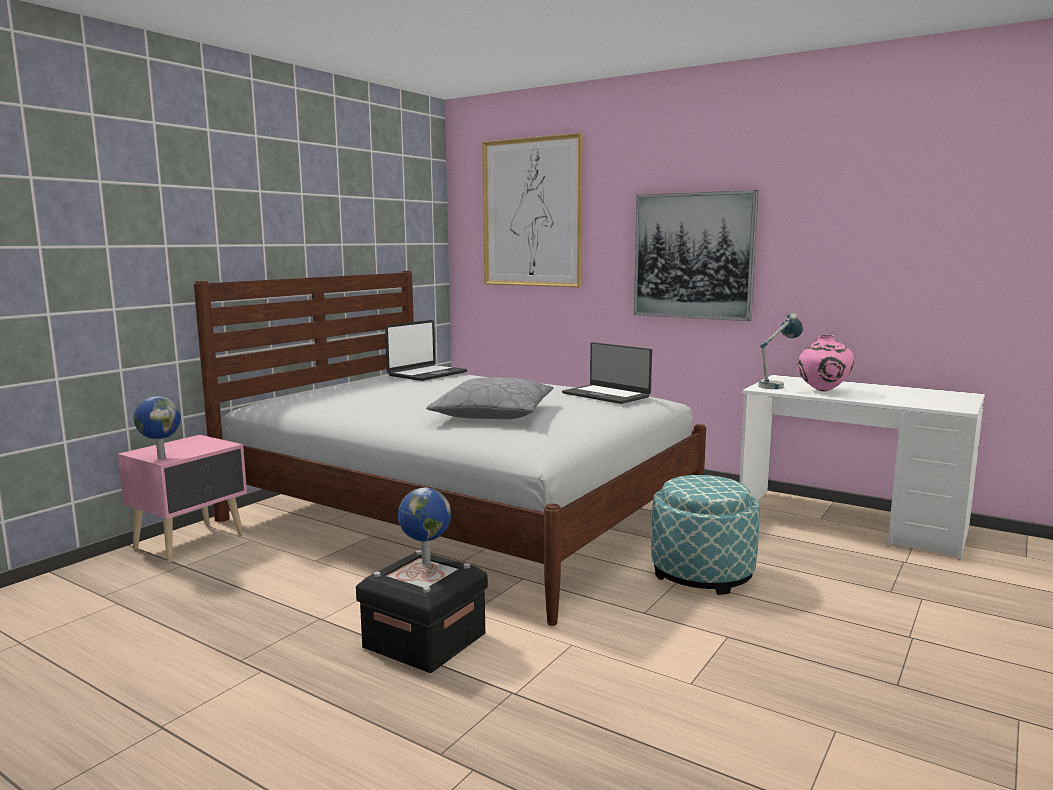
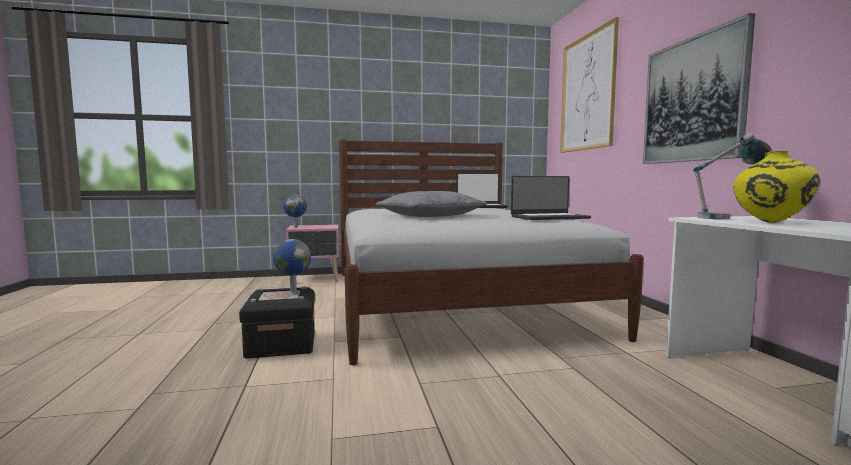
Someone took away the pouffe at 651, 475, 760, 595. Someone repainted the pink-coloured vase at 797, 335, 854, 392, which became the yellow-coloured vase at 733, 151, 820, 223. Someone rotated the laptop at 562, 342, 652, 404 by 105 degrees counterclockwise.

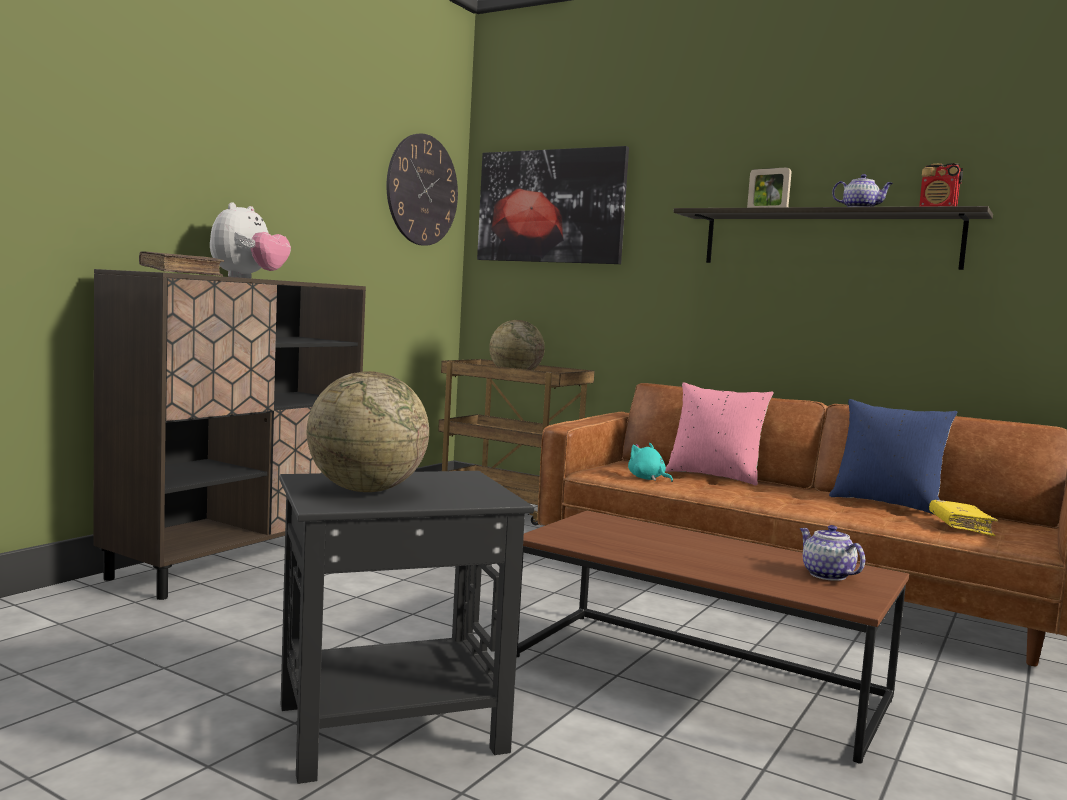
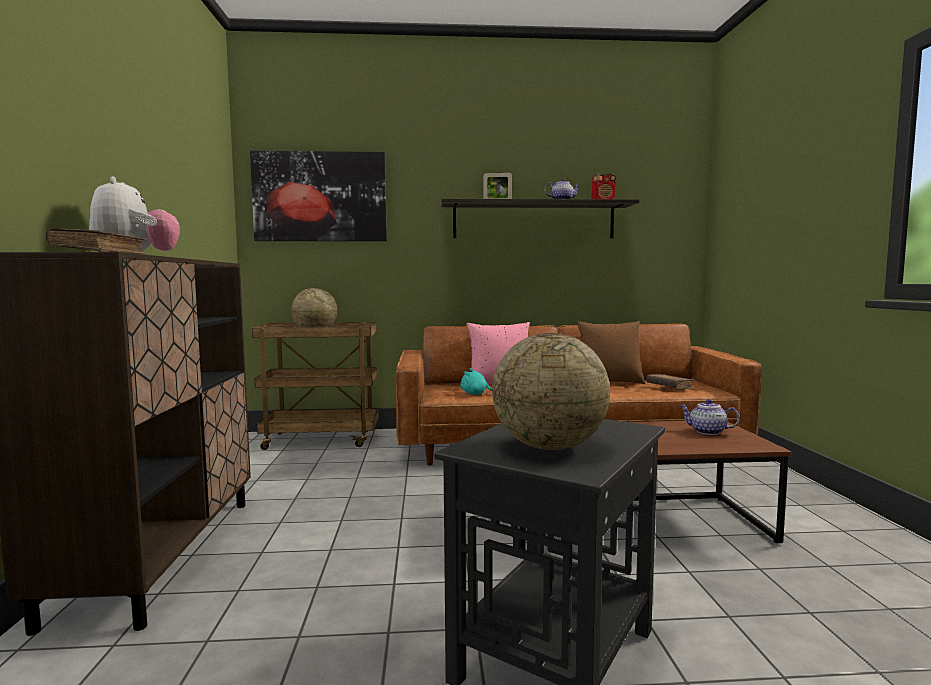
Someone took away the hanging clock at 386, 134, 458, 246. Someone repainted the bluish cushion at 829, 399, 957, 515, which became the brown cushion at 576, 321, 645, 384. Someone repainted the yellow-coloured book at 929, 500, 998, 536, which became the brown book at 646, 374, 695, 390.

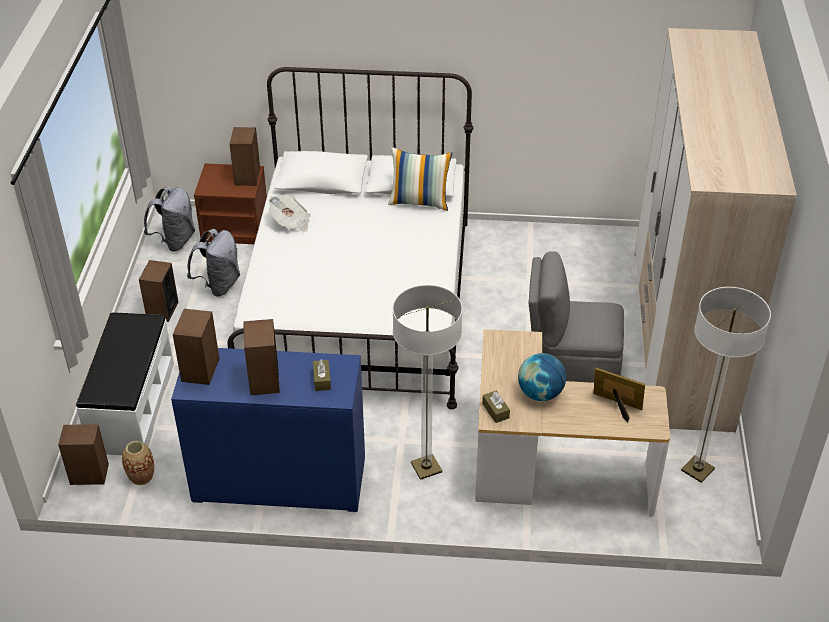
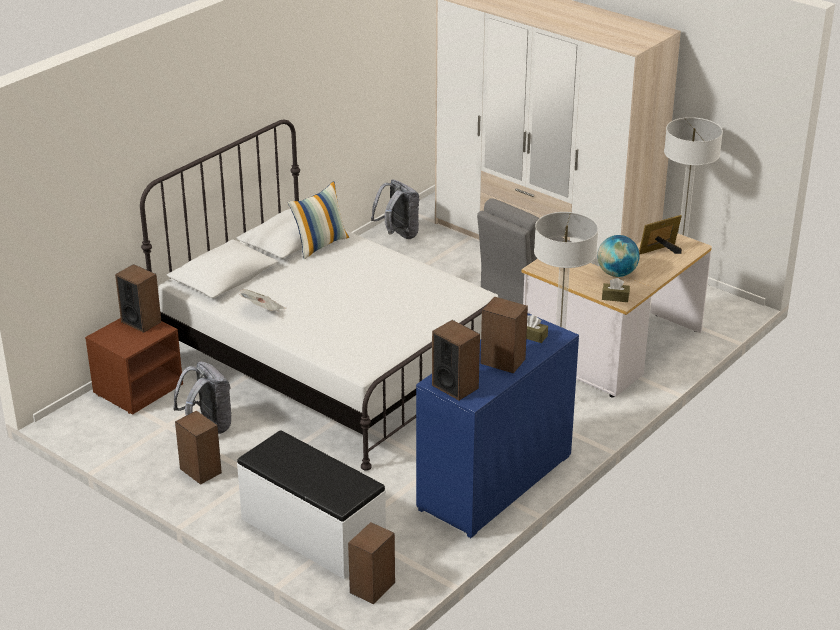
Someone took away the vase at 122, 441, 154, 485. Someone carried the gray rucksack from 144, 186, 195, 251 to 371, 180, 419, 239.

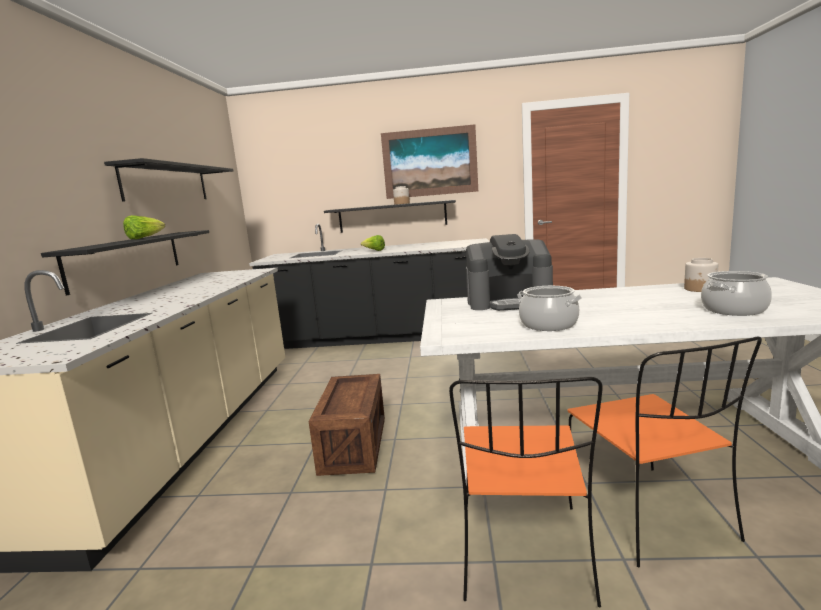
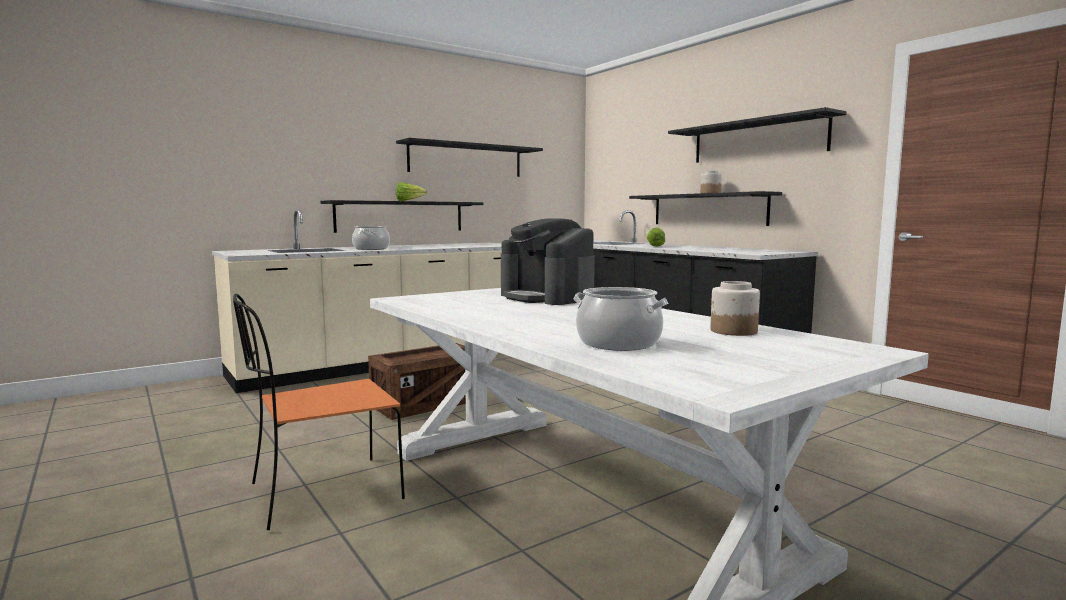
Someone took away the orangey plain chair at 567, 336, 762, 567. Someone carried the stockpot from 517, 286, 582, 331 to 352, 226, 390, 250. Someone swapped the wall picture at 381, 124, 478, 199 for the black shelf at 668, 107, 847, 163.

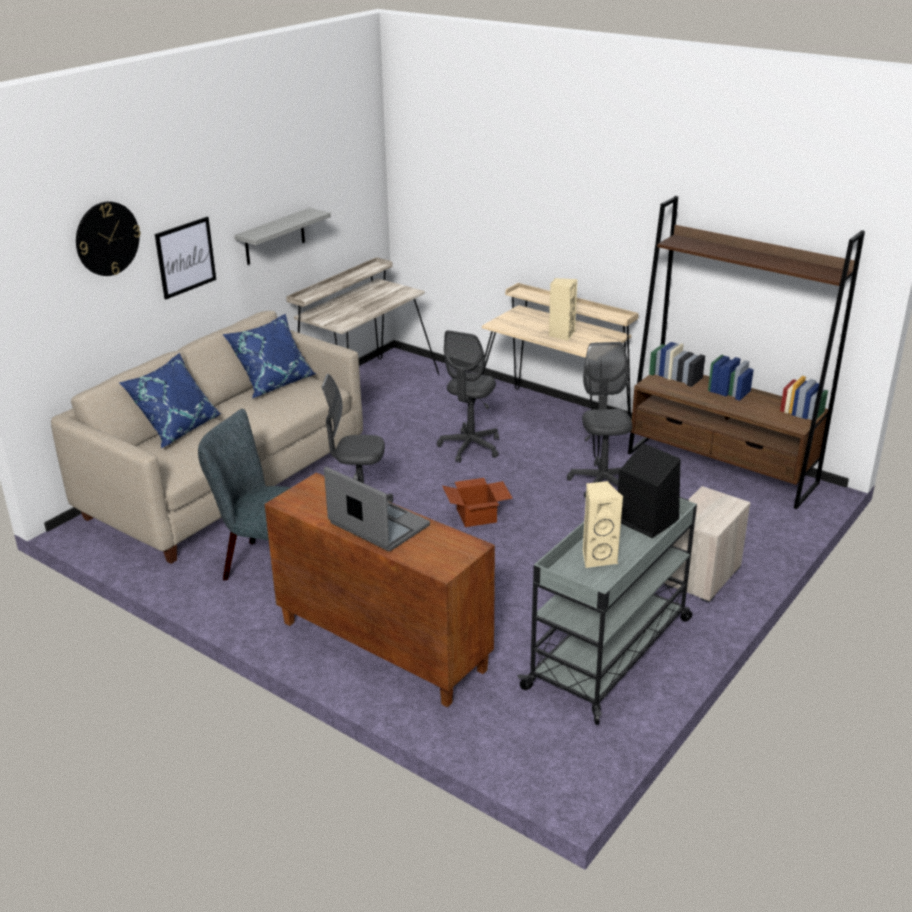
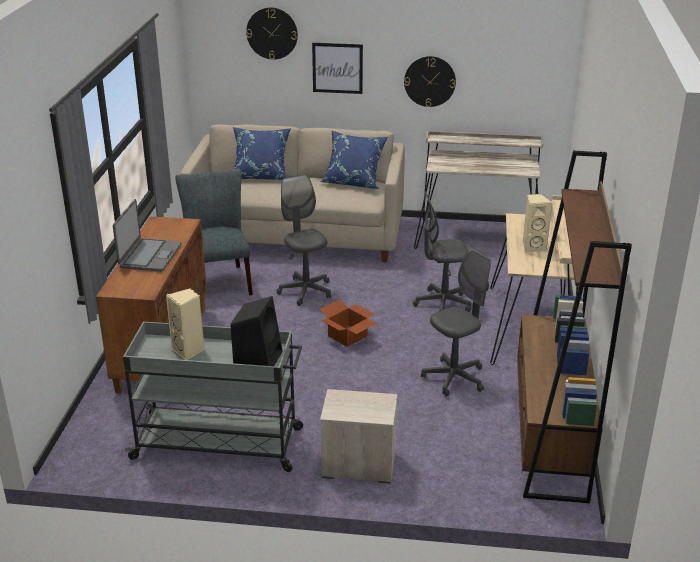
Someone swapped the gray shelf at 234, 208, 331, 265 for the hanging clock at 404, 56, 456, 107.

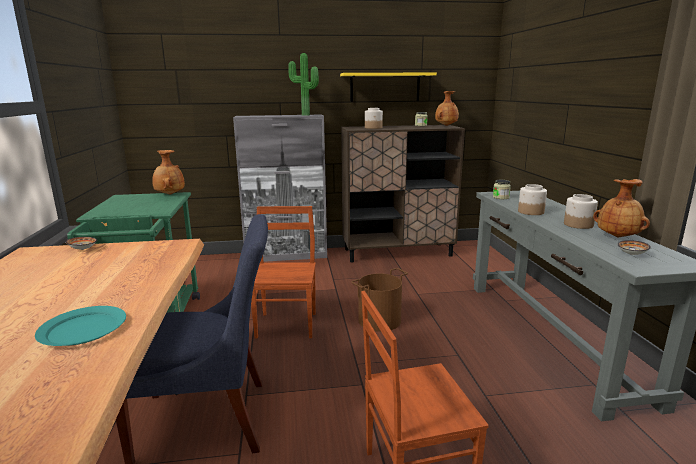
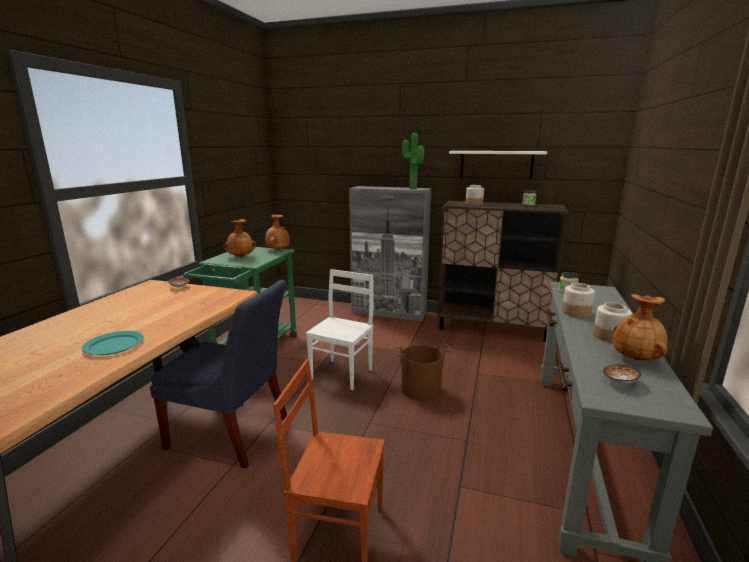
Someone carried the brown vase from 435, 91, 459, 126 to 223, 219, 256, 257. Someone repainted the brown plain chair at 251, 206, 316, 339, which became the whitish plain chair at 306, 269, 374, 390. Someone repainted the yellow-coloured shelf at 340, 73, 437, 102, which became the whitish shelf at 449, 151, 547, 179.

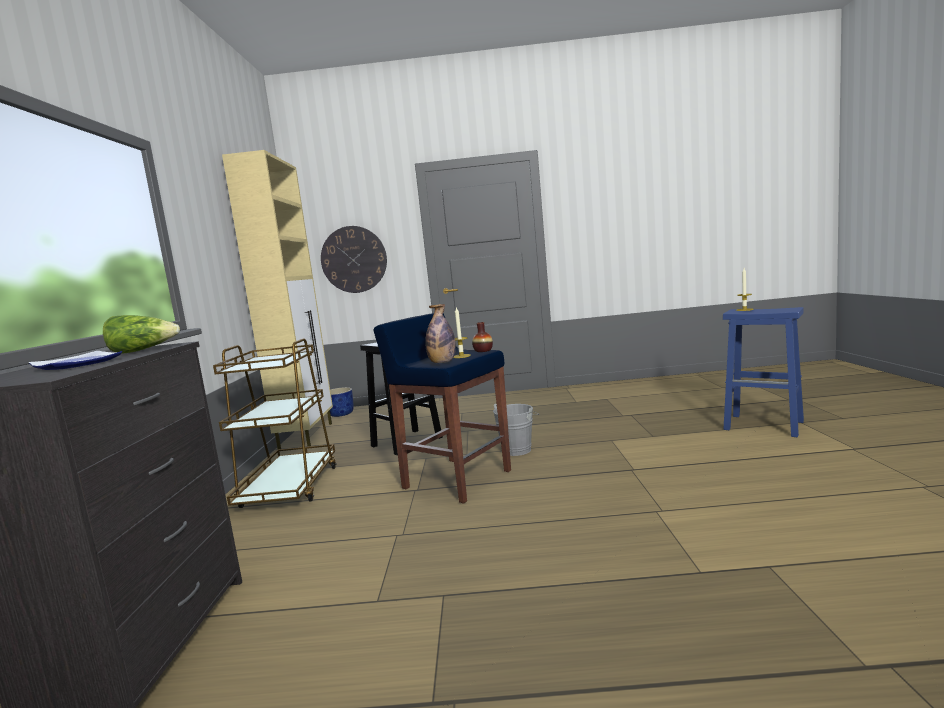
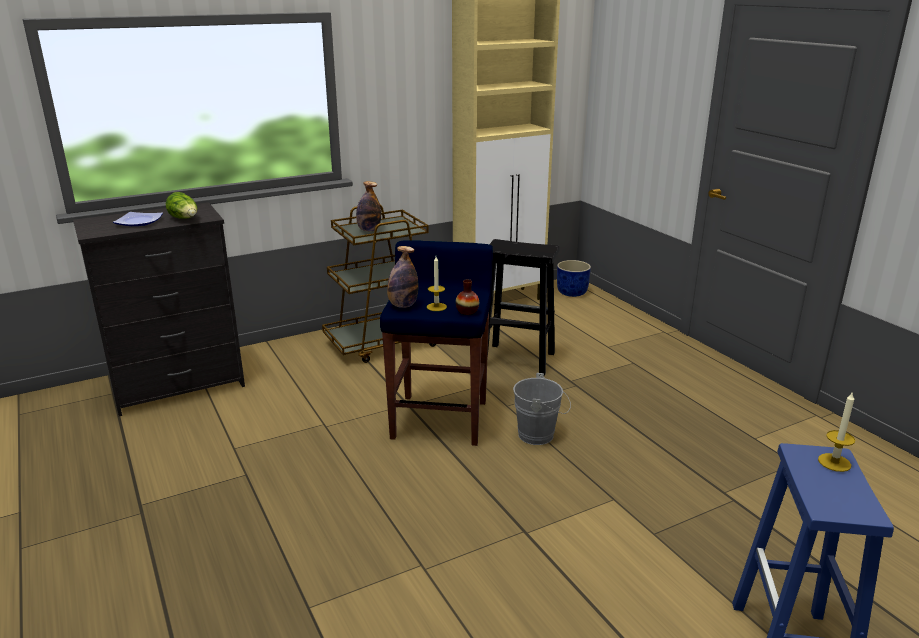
Someone took away the hanging clock at 321, 226, 387, 293. Someone put down the bottle at 356, 181, 381, 231.

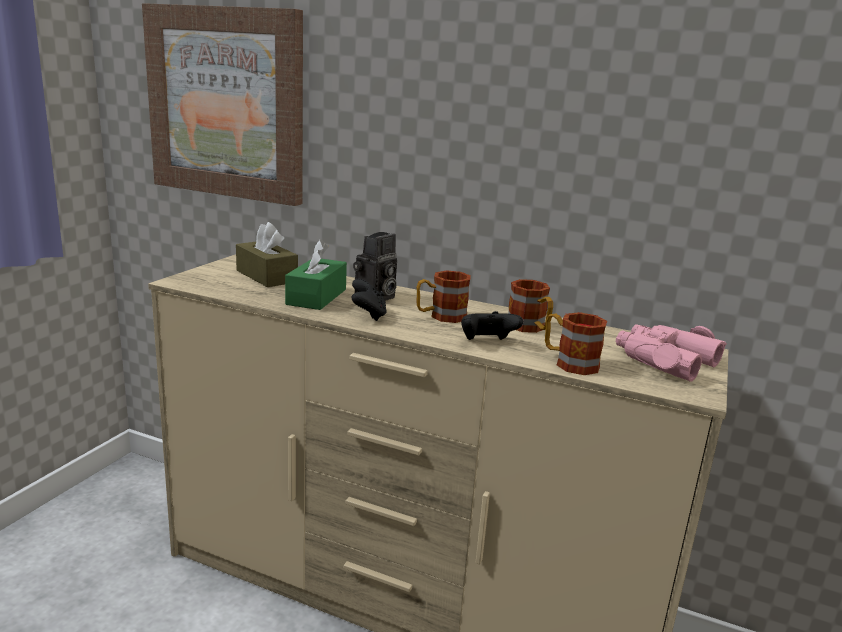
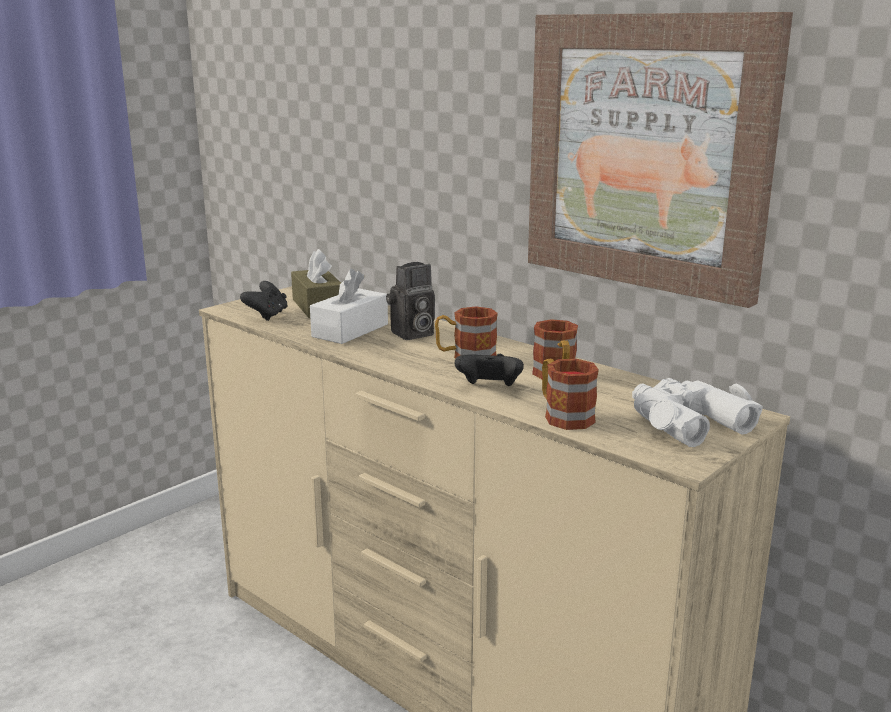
Someone carried the wall picture from 142, 3, 303, 206 to 528, 12, 793, 308. Someone carried the black gamepad from 351, 279, 387, 321 to 240, 281, 288, 321. Someone repainted the green tissue box at 285, 239, 347, 310, which became the whitish tissue box at 310, 269, 388, 344. Someone repainted the pink-coloured binoculars at 616, 324, 727, 381, which became the whitish binoculars at 632, 378, 763, 447.

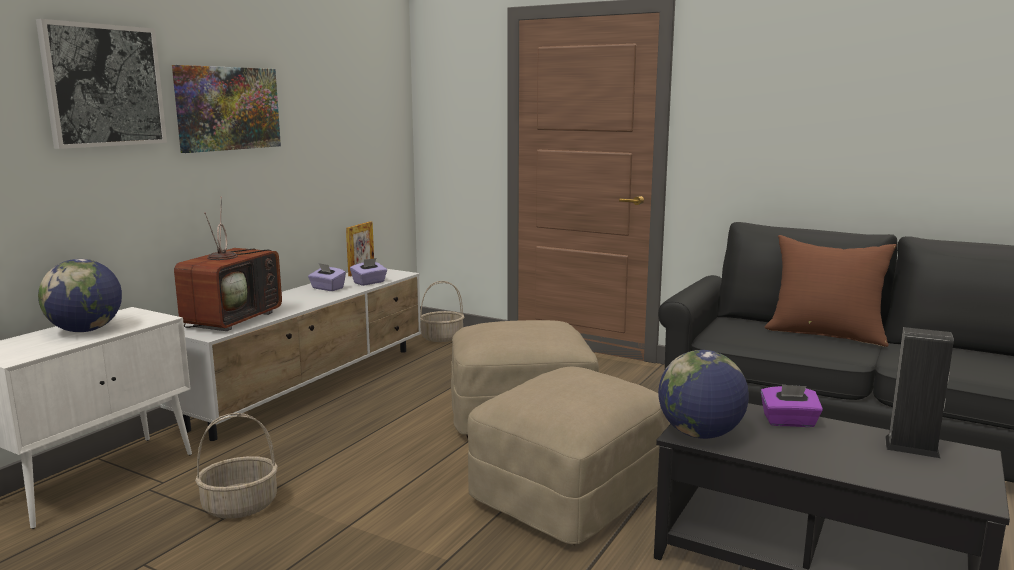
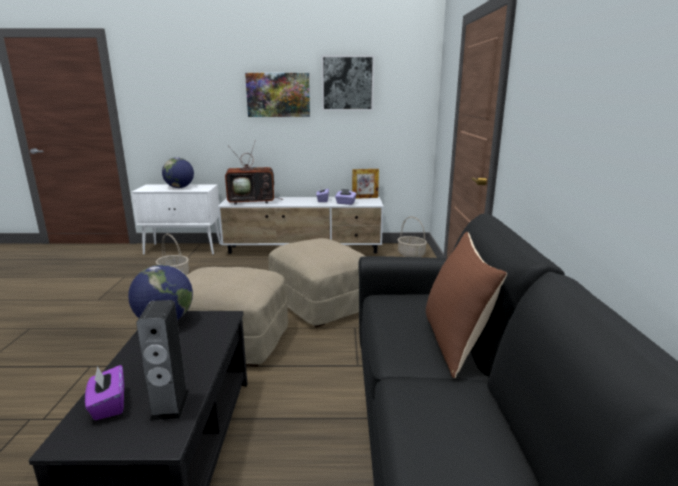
Someone carried the wall picture from 36, 19, 167, 149 to 321, 55, 375, 111. Someone carried the purple-coloured tissue box from 761, 384, 823, 427 to 85, 365, 124, 420.

